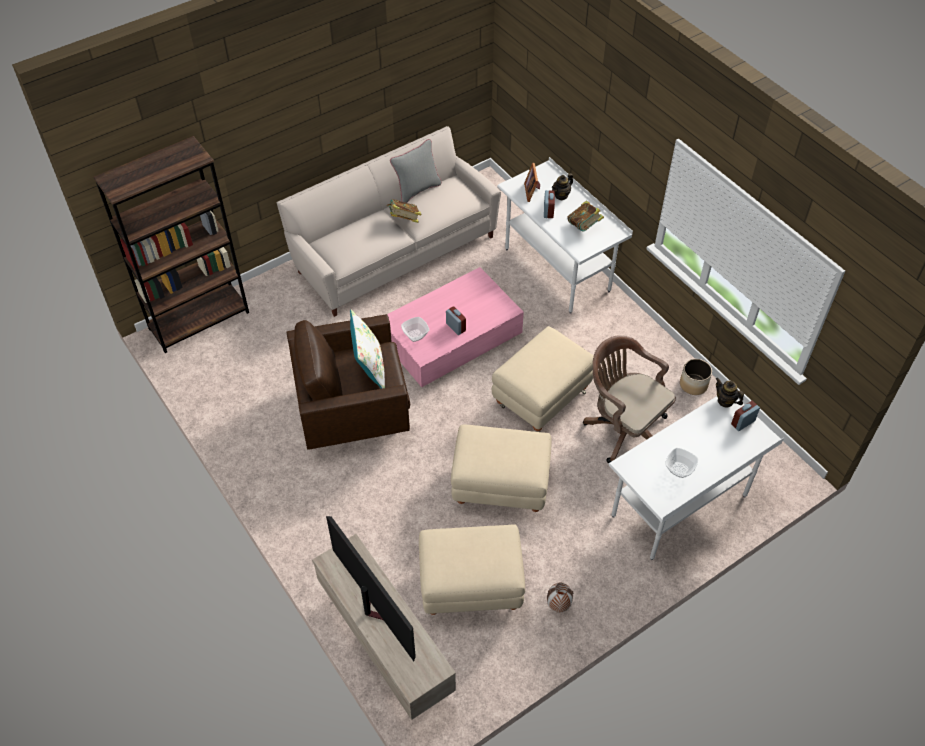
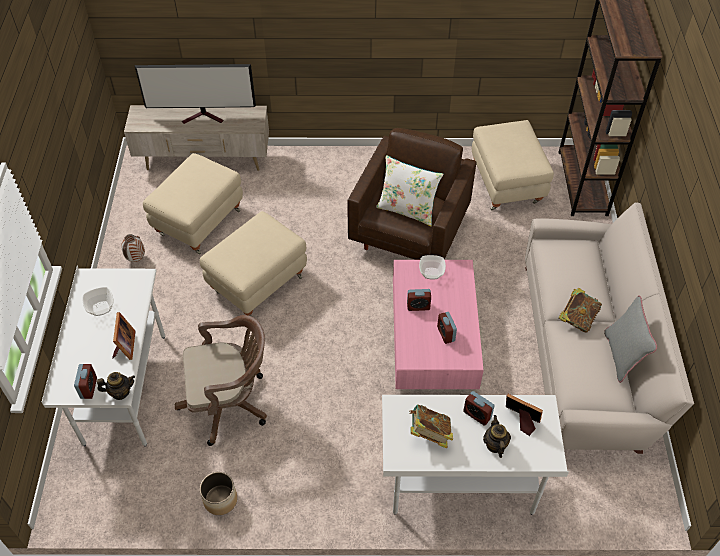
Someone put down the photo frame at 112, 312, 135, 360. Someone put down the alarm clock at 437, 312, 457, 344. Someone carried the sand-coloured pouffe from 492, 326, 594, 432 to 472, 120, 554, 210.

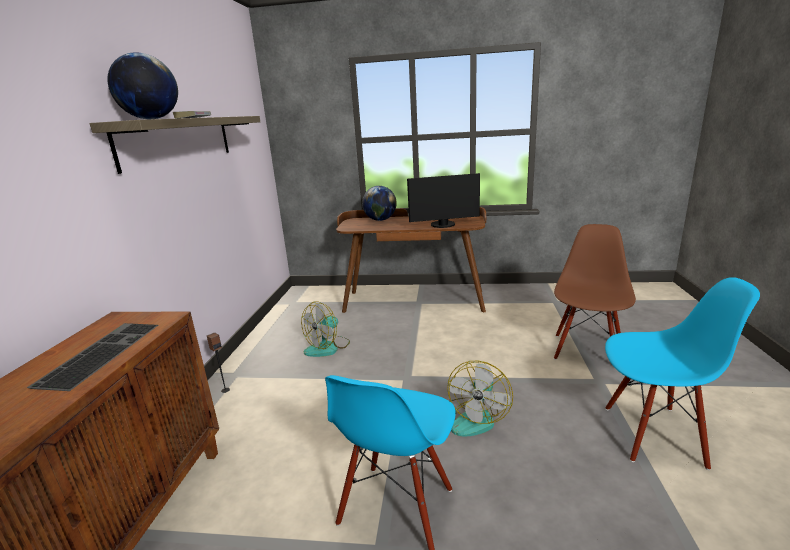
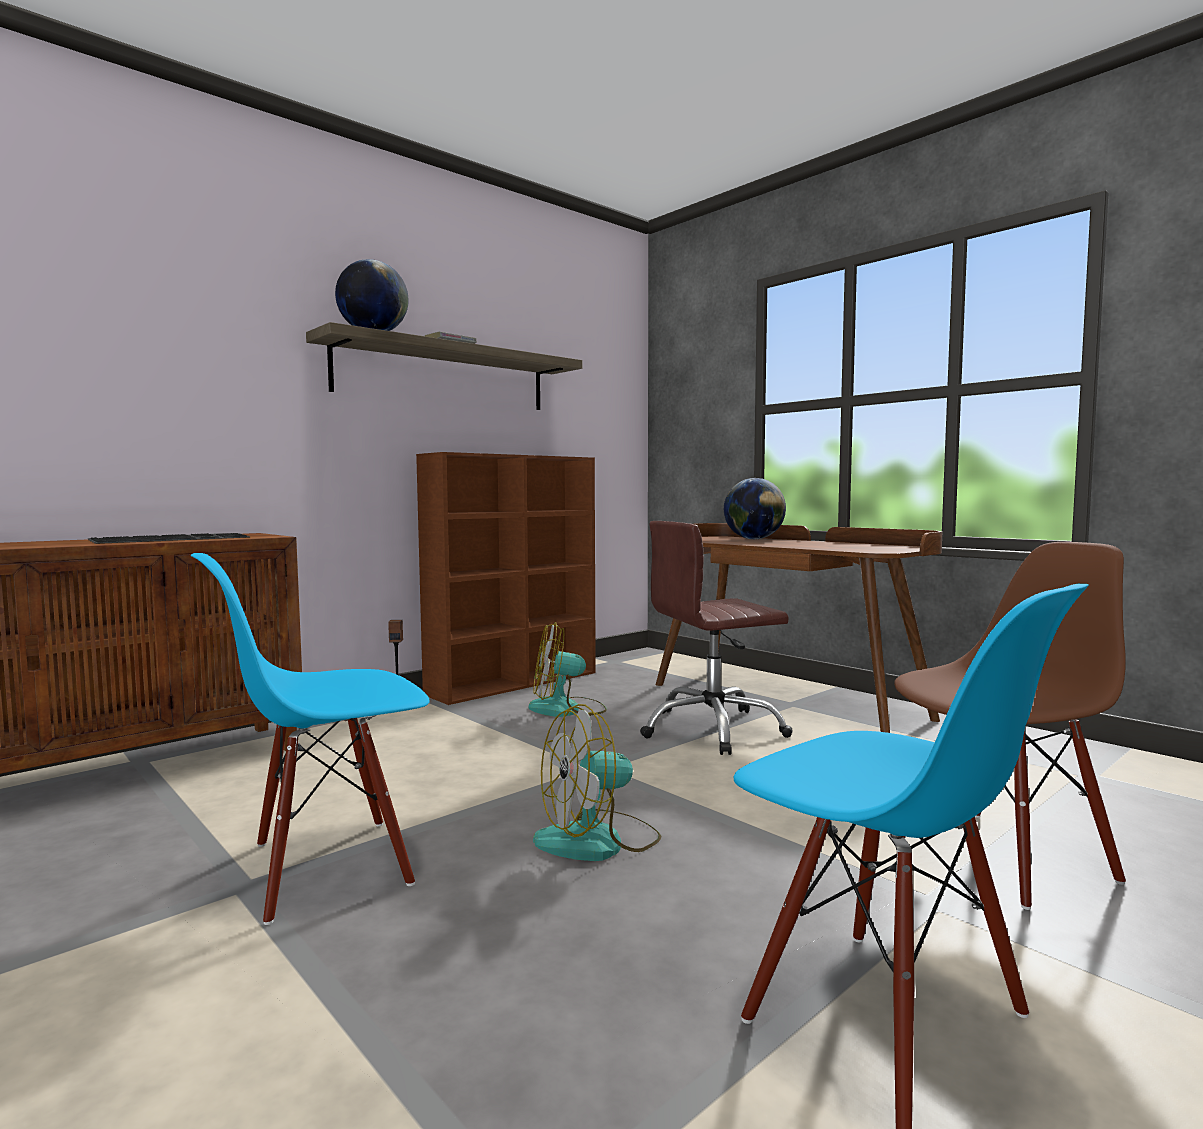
Someone took away the computer screen at 407, 173, 480, 228. Someone put down the brown bookcase at 416, 452, 596, 705. Someone put down the brown computer chair at 640, 521, 793, 755.

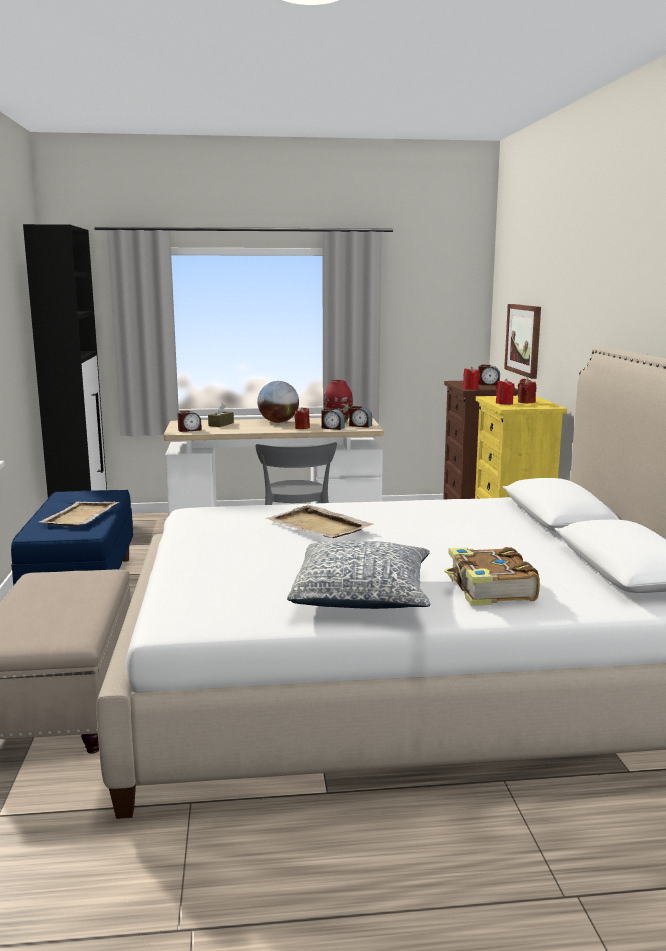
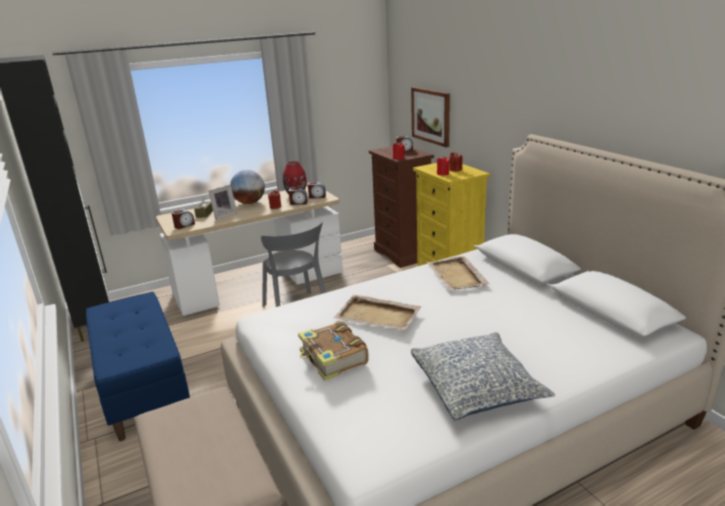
Someone put down the photo frame at 208, 184, 237, 220. Someone carried the sand-coloured carrying tray from 39, 502, 119, 526 to 427, 256, 490, 290. Someone carried the book from 444, 547, 540, 606 to 298, 321, 369, 381.

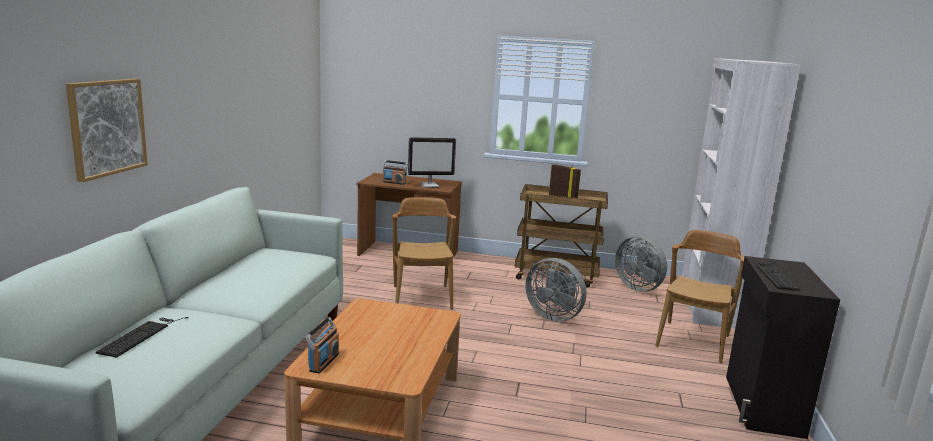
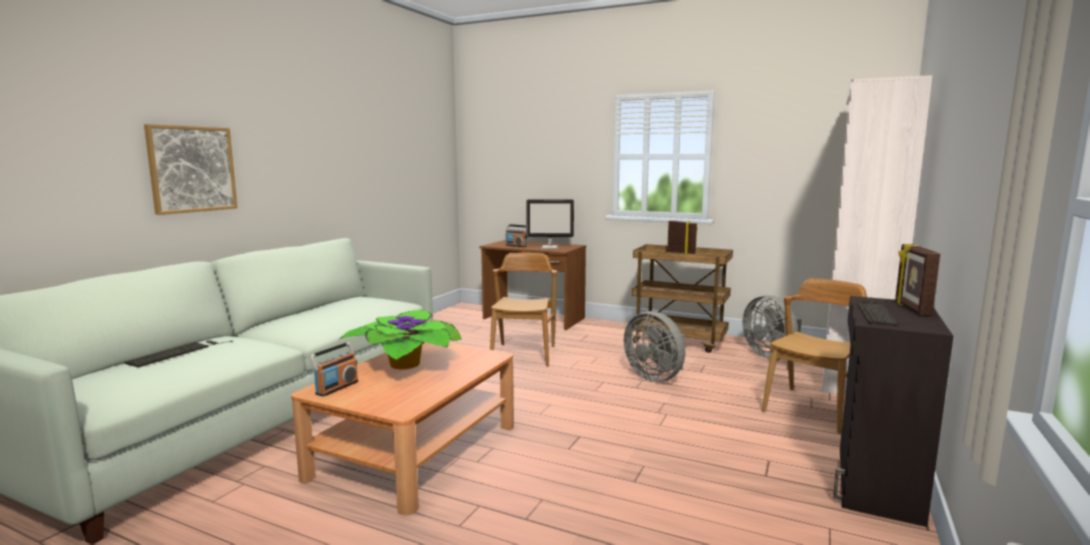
Someone put down the potted plant at 340, 310, 462, 369. Someone put down the photo frame at 895, 244, 940, 315.

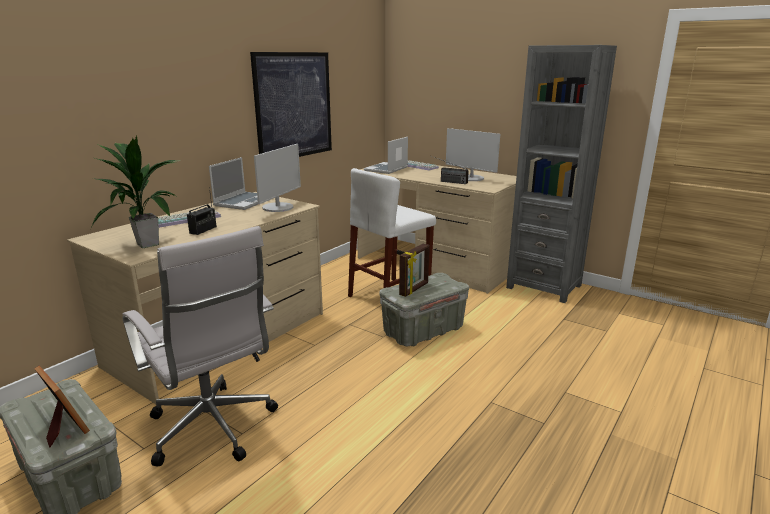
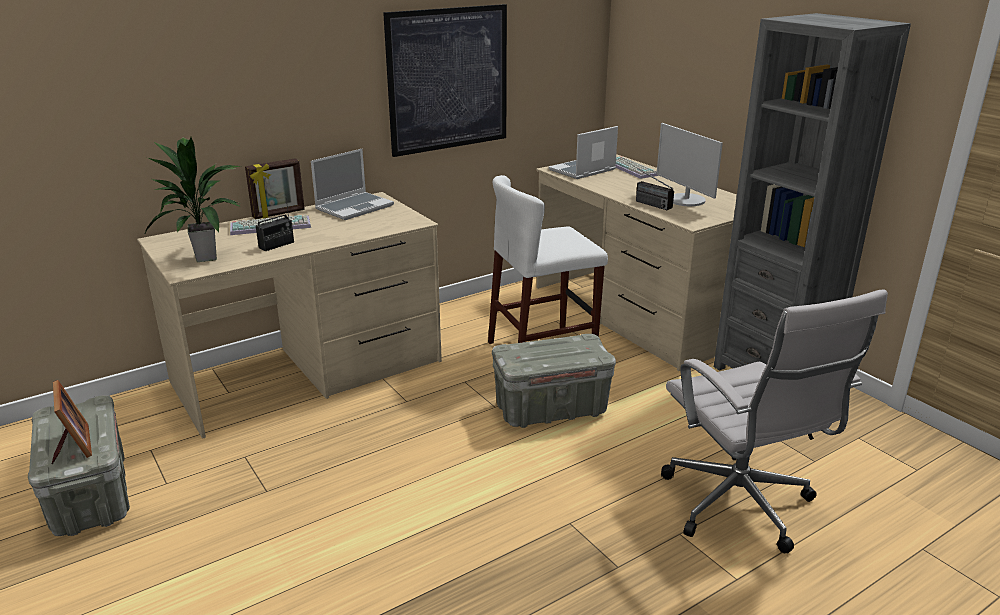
Someone took away the computer screen at 254, 144, 301, 212. Someone carried the whitish computer chair from 122, 226, 278, 467 to 661, 289, 888, 553. Someone carried the photo frame from 399, 244, 429, 297 to 245, 158, 305, 219.

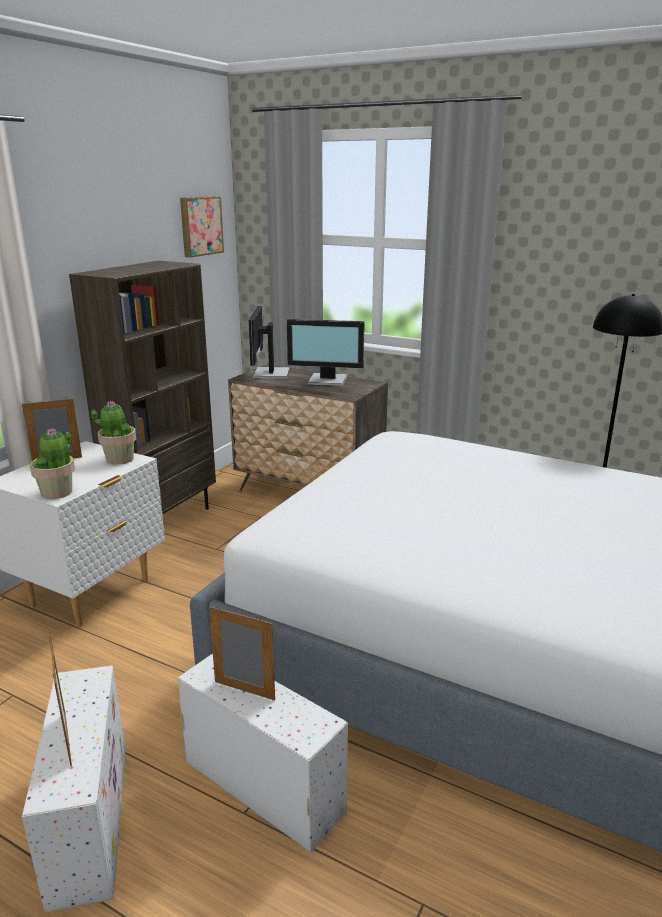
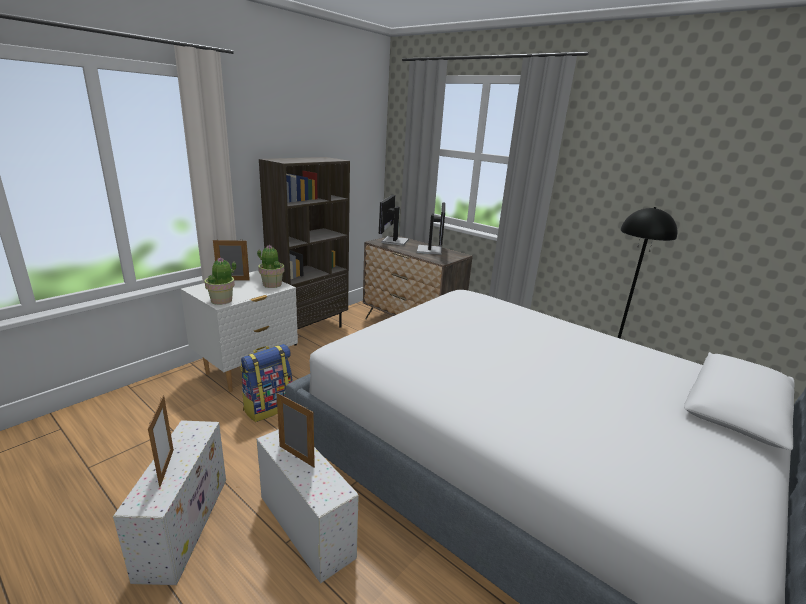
Someone took away the wall picture at 180, 196, 224, 258. Someone put down the rucksack at 240, 344, 293, 422. Someone rotated the computer screen at 287, 319, 365, 386 by 105 degrees counterclockwise.

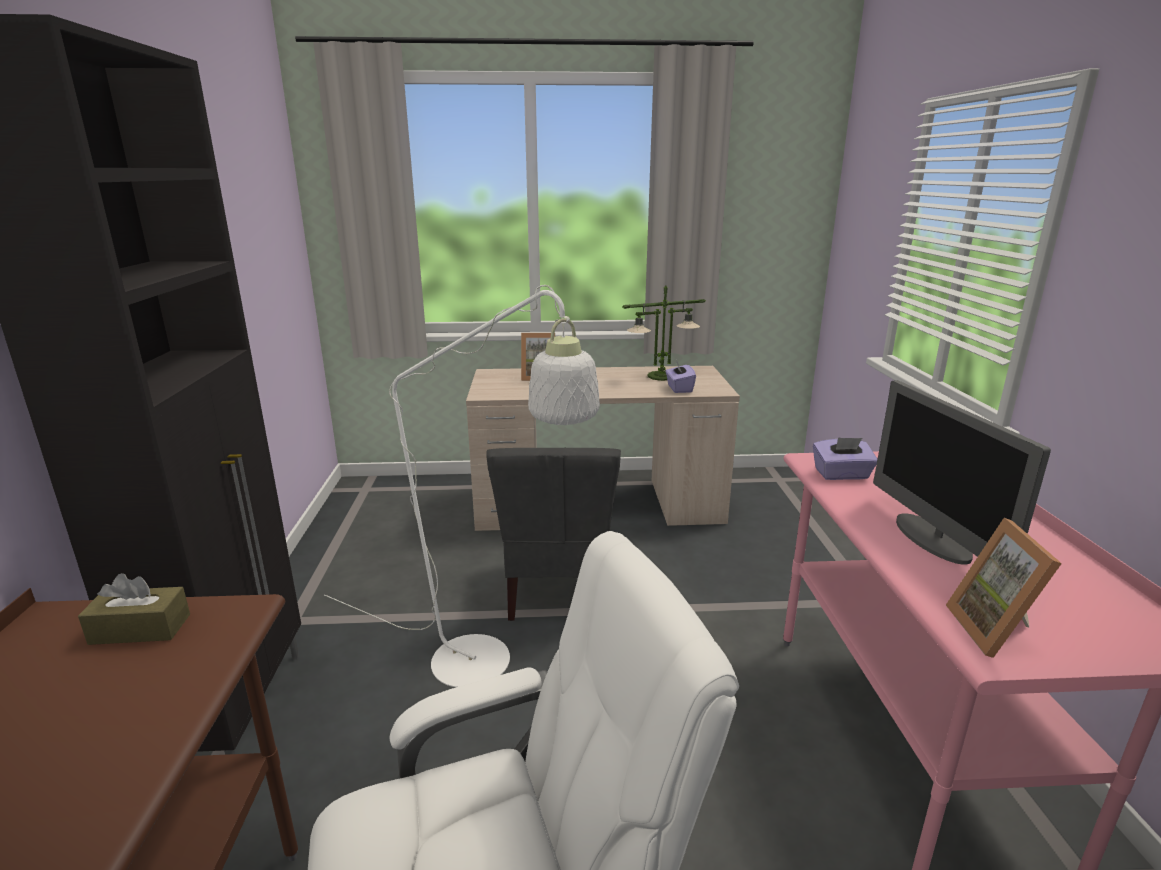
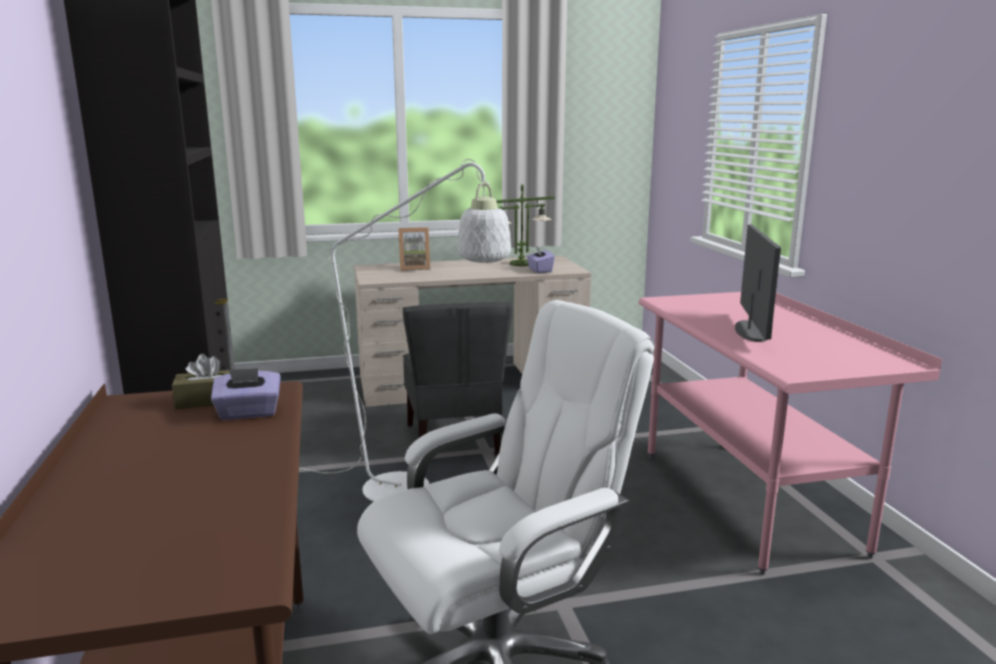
Someone took away the photo frame at 946, 518, 1062, 658. Someone carried the purple-coloured tissue box from 813, 437, 877, 480 to 211, 368, 281, 420. Someone rotated the computer screen at 873, 380, 1051, 565 by 150 degrees counterclockwise.

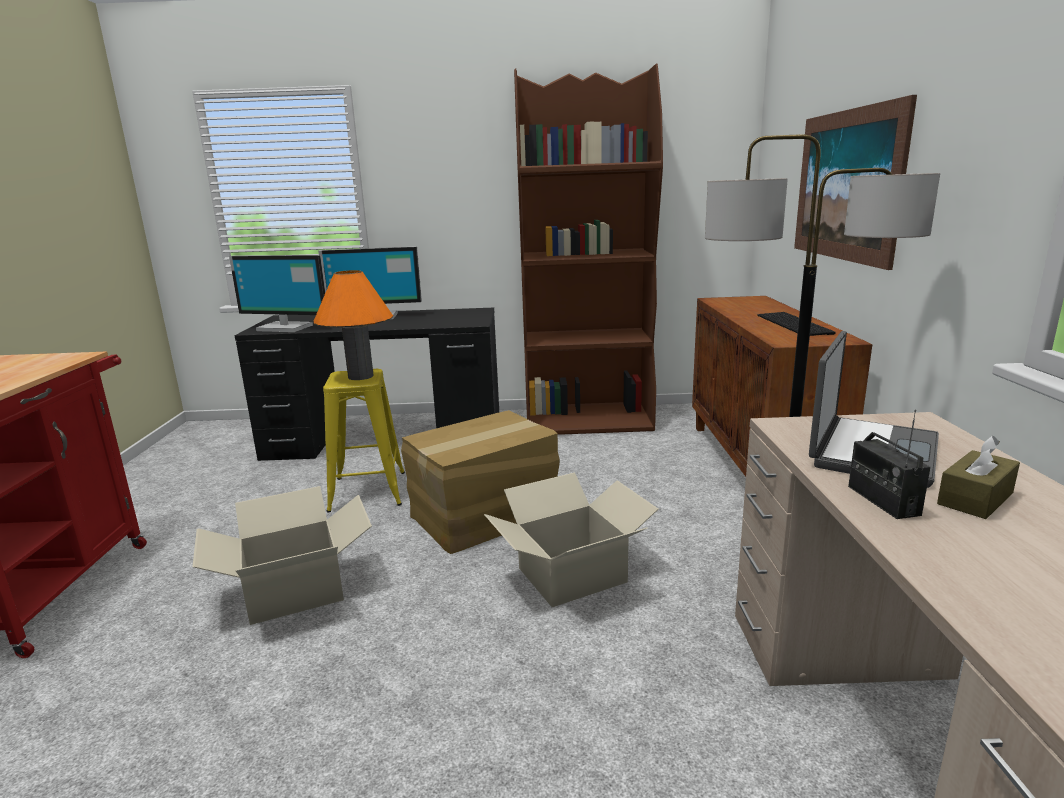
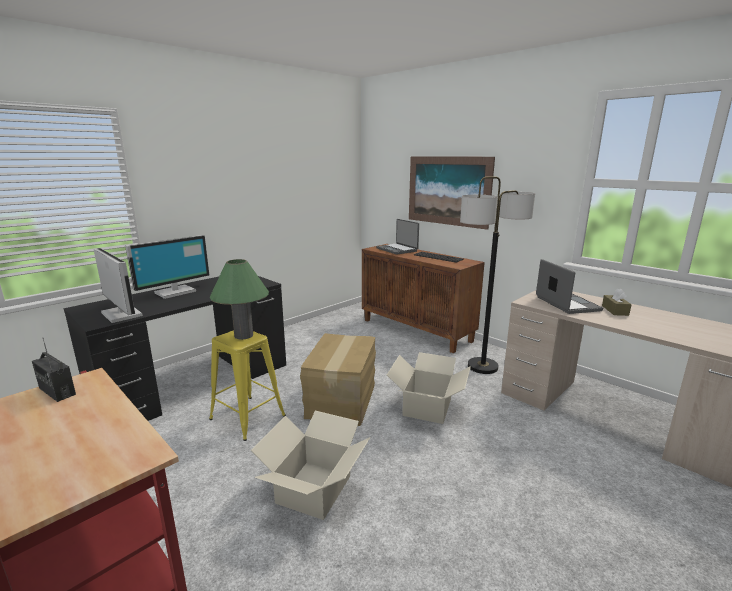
Someone took away the brown bookcase at 514, 64, 663, 435. Someone put down the laptop at 376, 219, 419, 255. Someone carried the radio from 848, 410, 930, 519 to 32, 338, 76, 402. Someone repainted the orangey lamp for a table at 314, 270, 393, 380, which became the green lamp for a table at 210, 259, 269, 339. Someone rotated the computer screen at 229, 255, 327, 332 by 105 degrees counterclockwise.

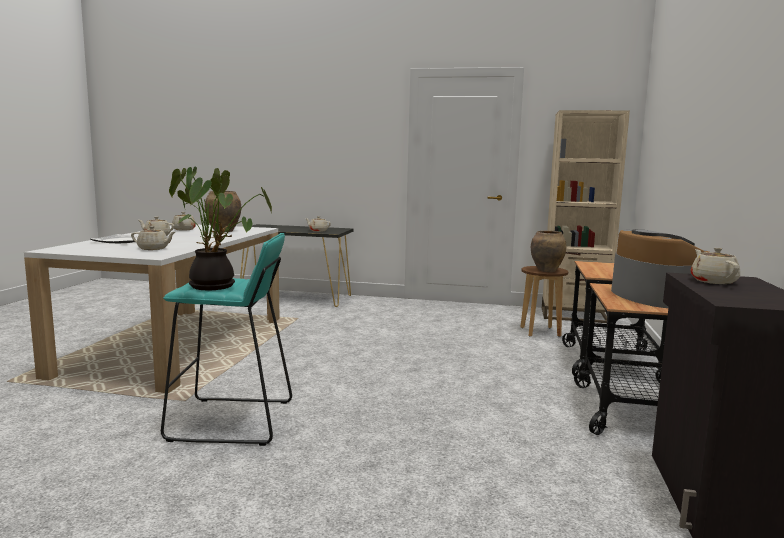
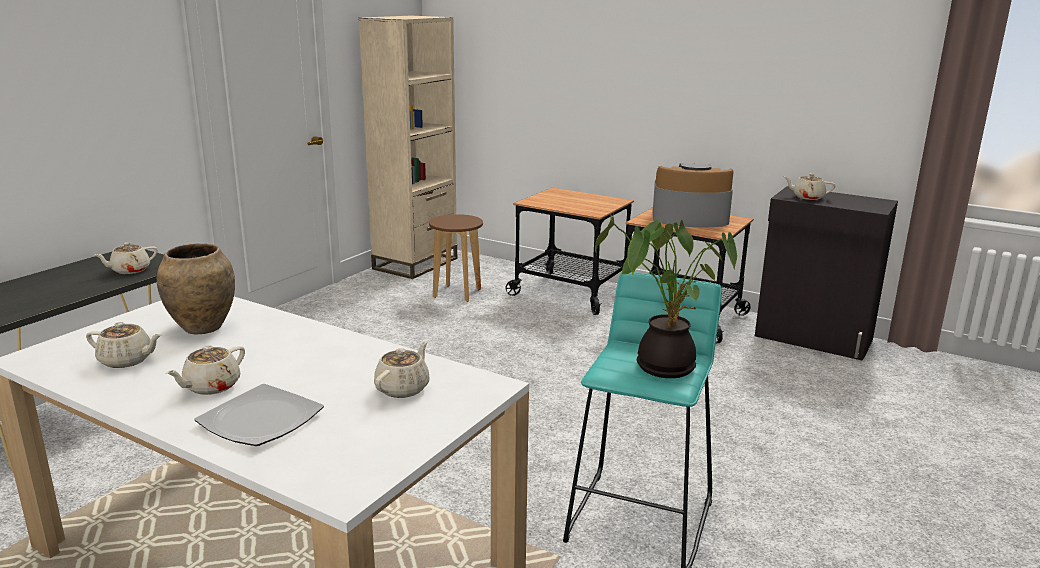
Someone took away the brown vase at 531, 230, 567, 272.

